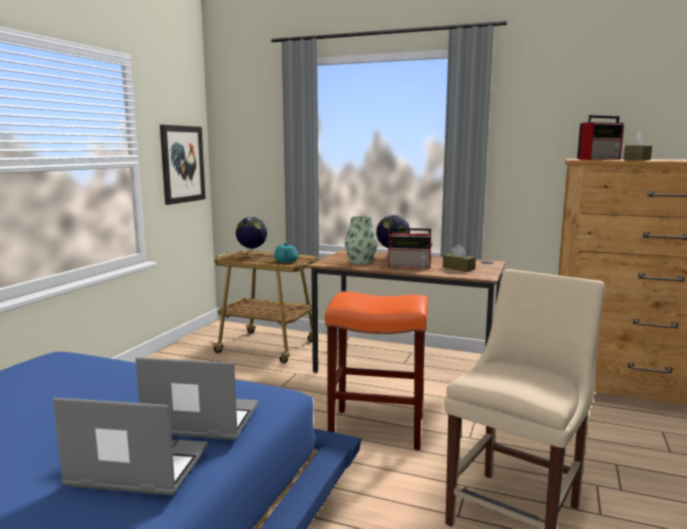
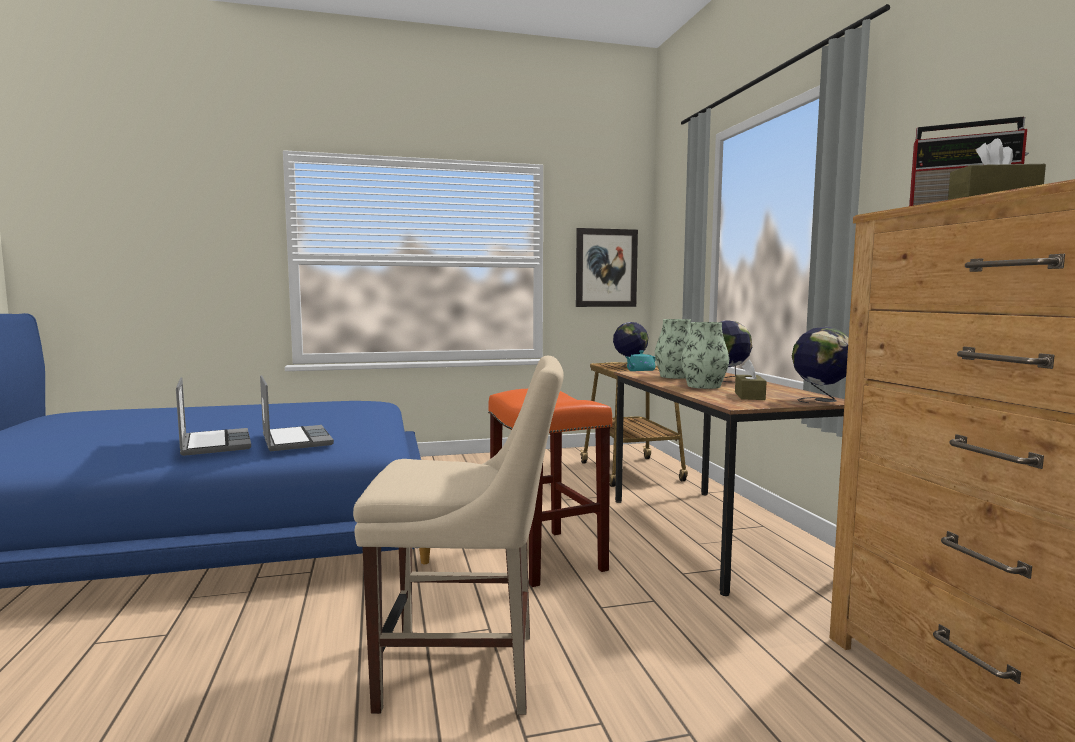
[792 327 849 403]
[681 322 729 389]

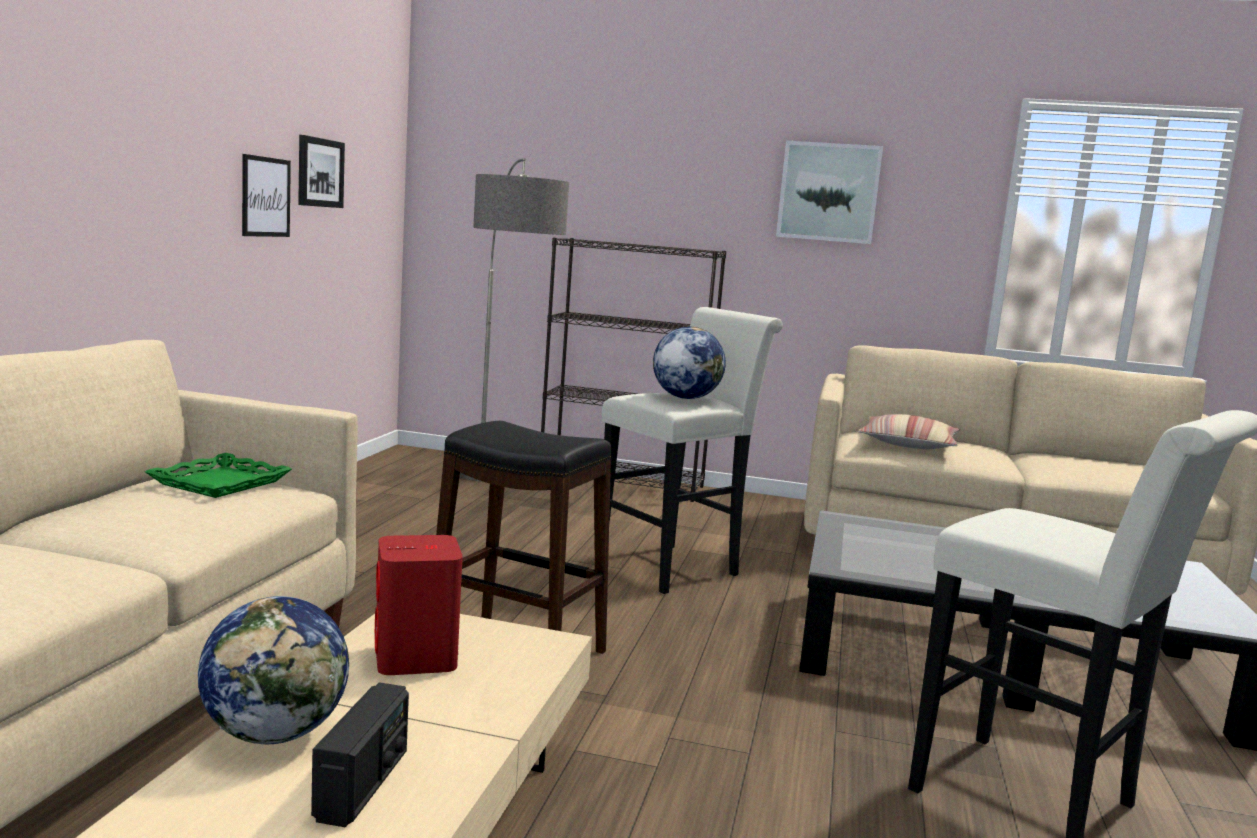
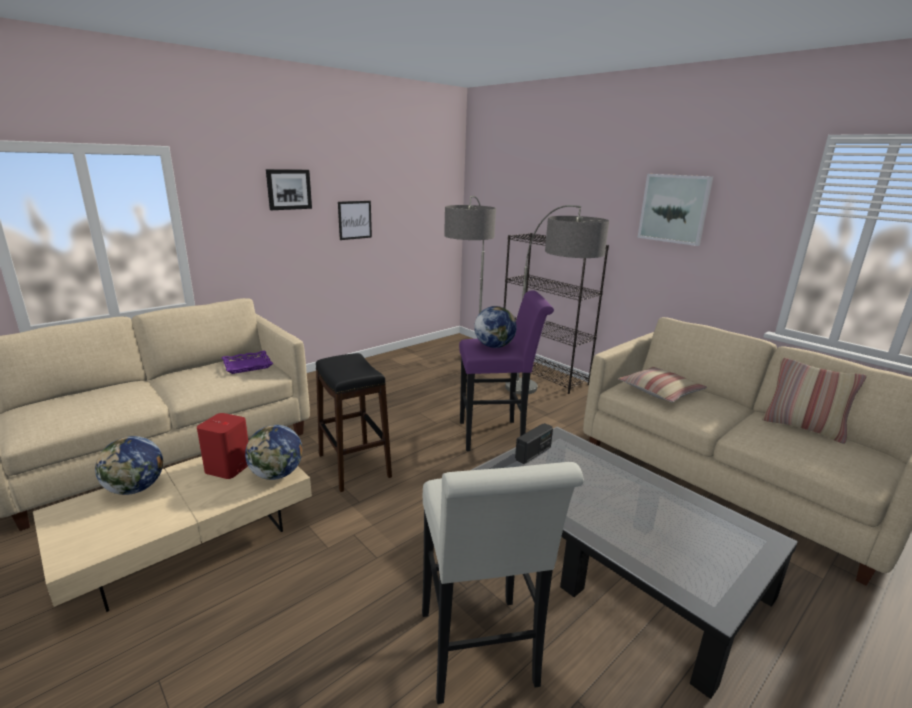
[245 425 302 480]
[505 205 609 394]
[762 357 867 444]
[266 169 312 210]
[515 423 553 464]
[221 351 273 374]
[459 290 554 451]

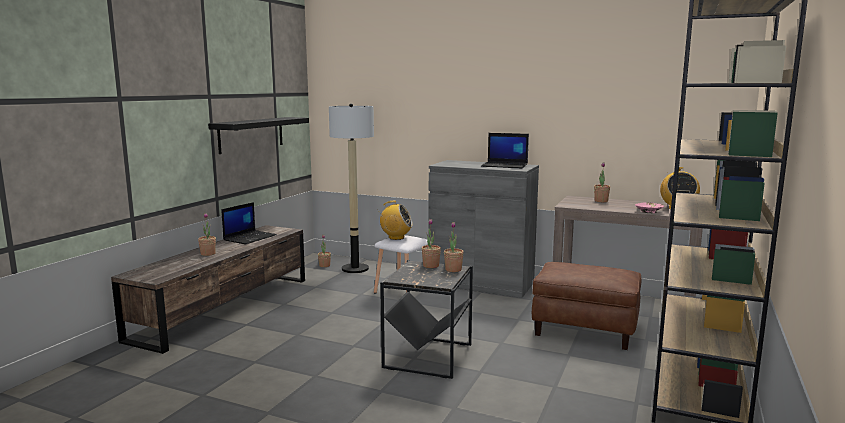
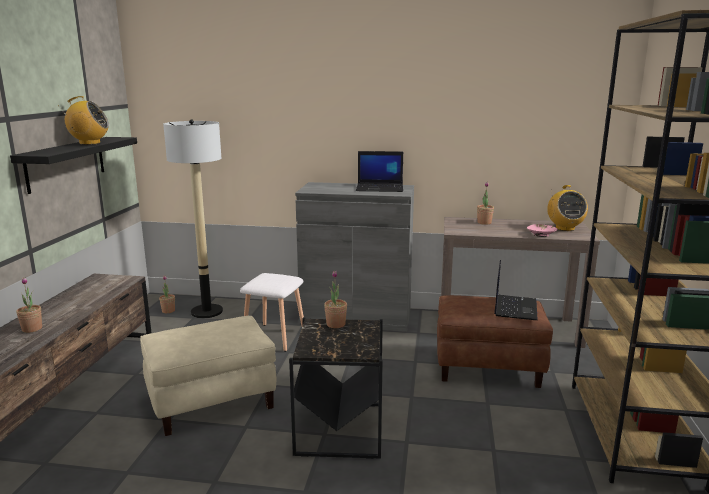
[444 222 464 272] (first image)
[140 316 276 436]
[494 260 538 320]
[58 96 109 145]

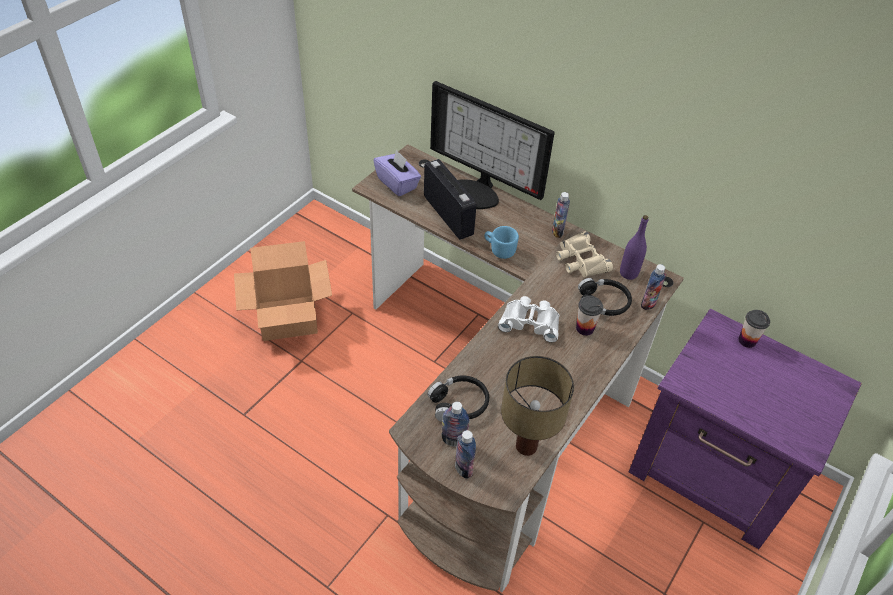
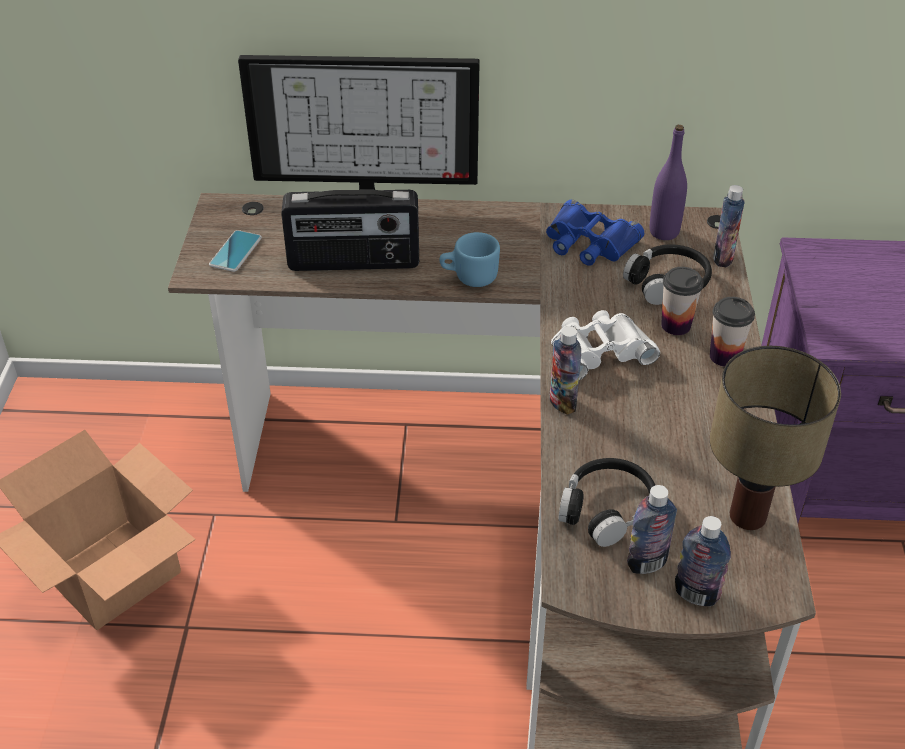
[549 326 581 415]
[710 297 755 367]
[209 230 262 272]
[546 200 644 266]
[281 190 419 271]

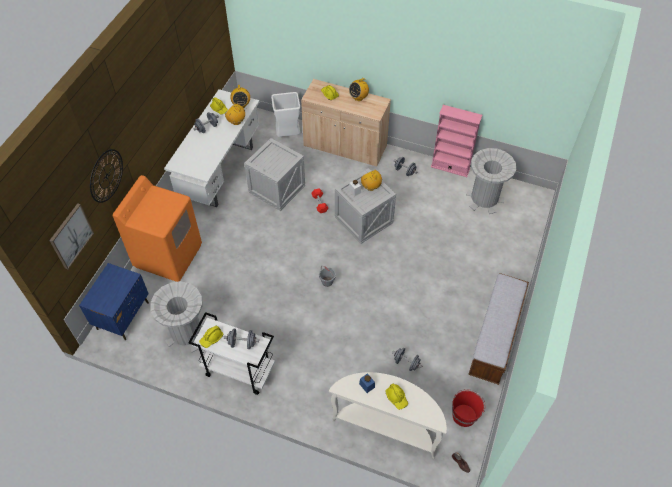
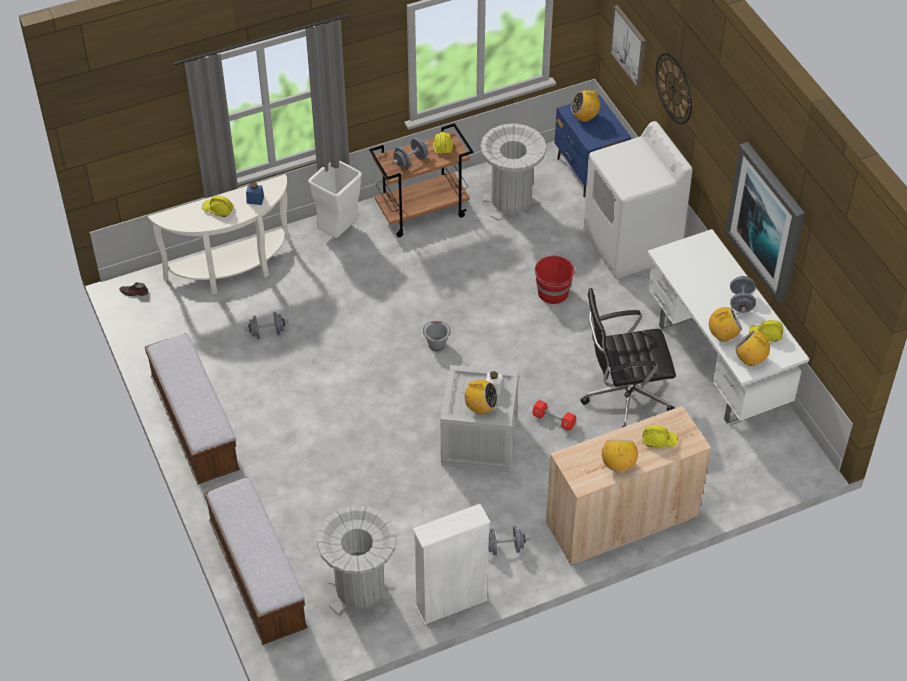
[204 477 308 645]
[571 90 600 122]
[725 142 805 303]
[308 160 362 238]
[535 256 576 304]
[580 288 676 427]
[583 121 693 279]
[369 123 473 237]
[413 504 490 625]

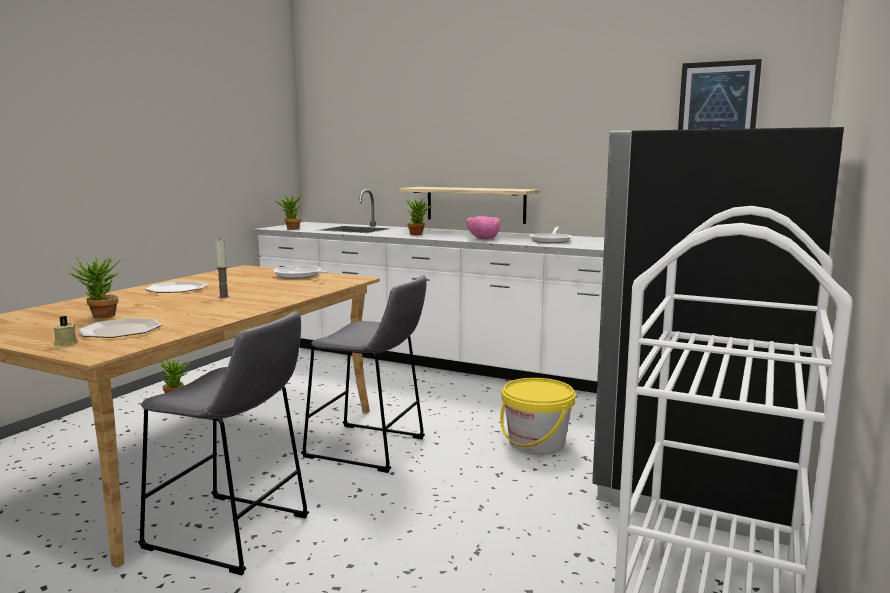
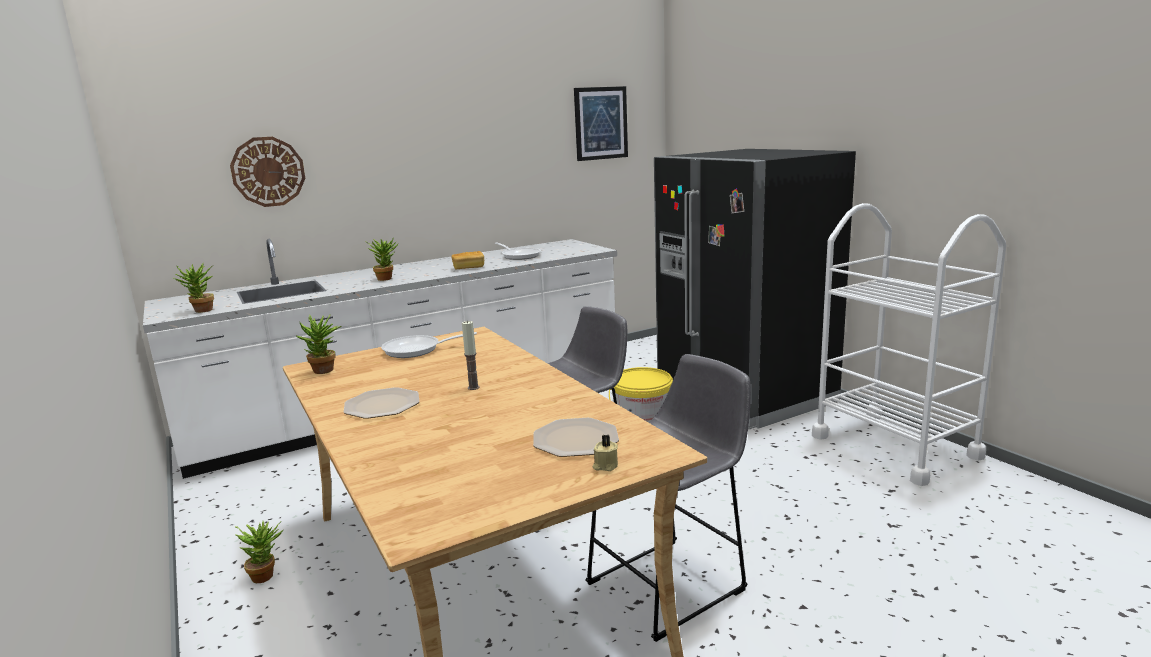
[399 187 539 224] (first image)
[230 137 305 207]
[295 314 342 374]
[451 251 484 269]

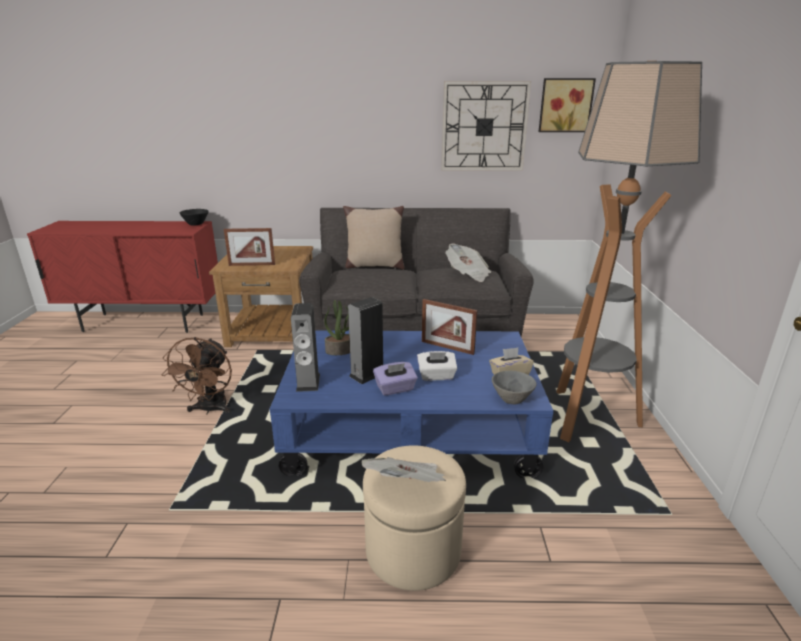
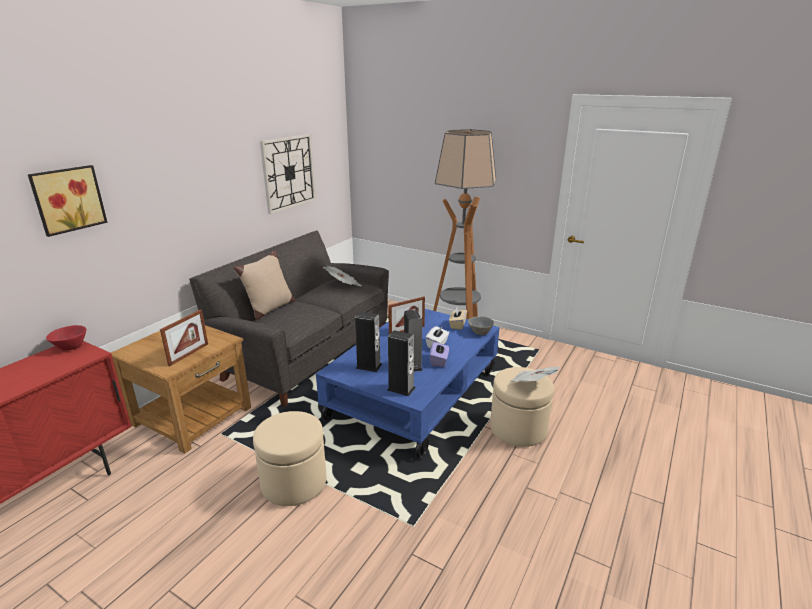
[28 165 108 237]
[253 411 327 506]
[355 312 382 372]
[46 325 86 350]

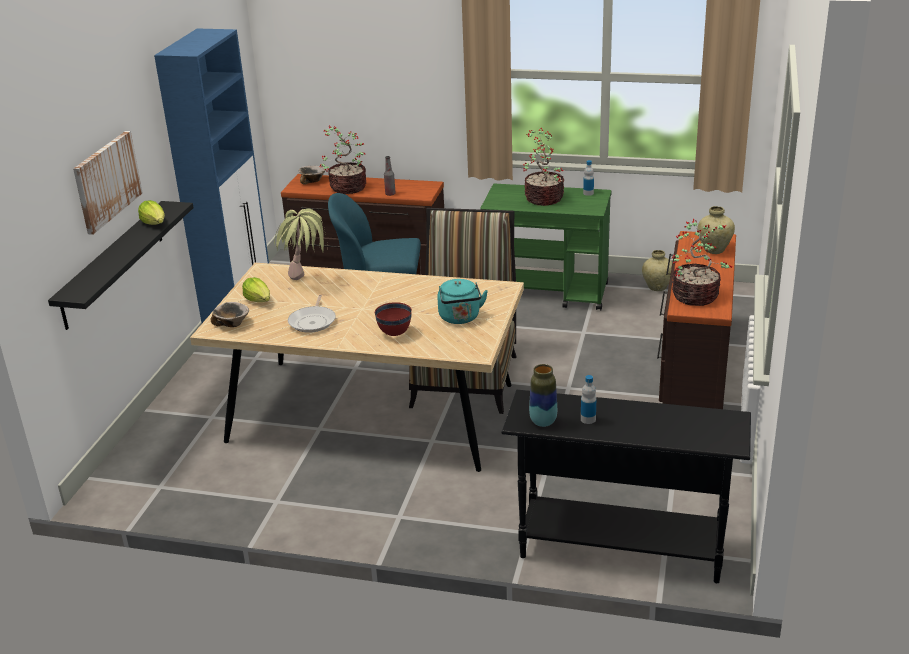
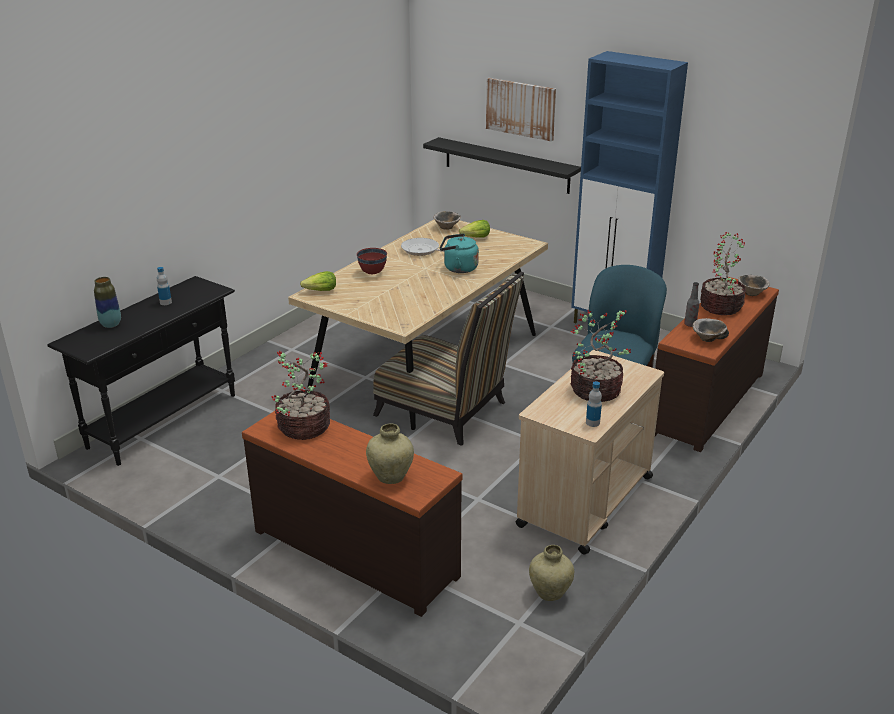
[274 208 328 280] (first image)
[693 318 729 342]
[300 271 336 291]
[440 234 479 273]
[94 277 121 328]
[515 350 664 554]

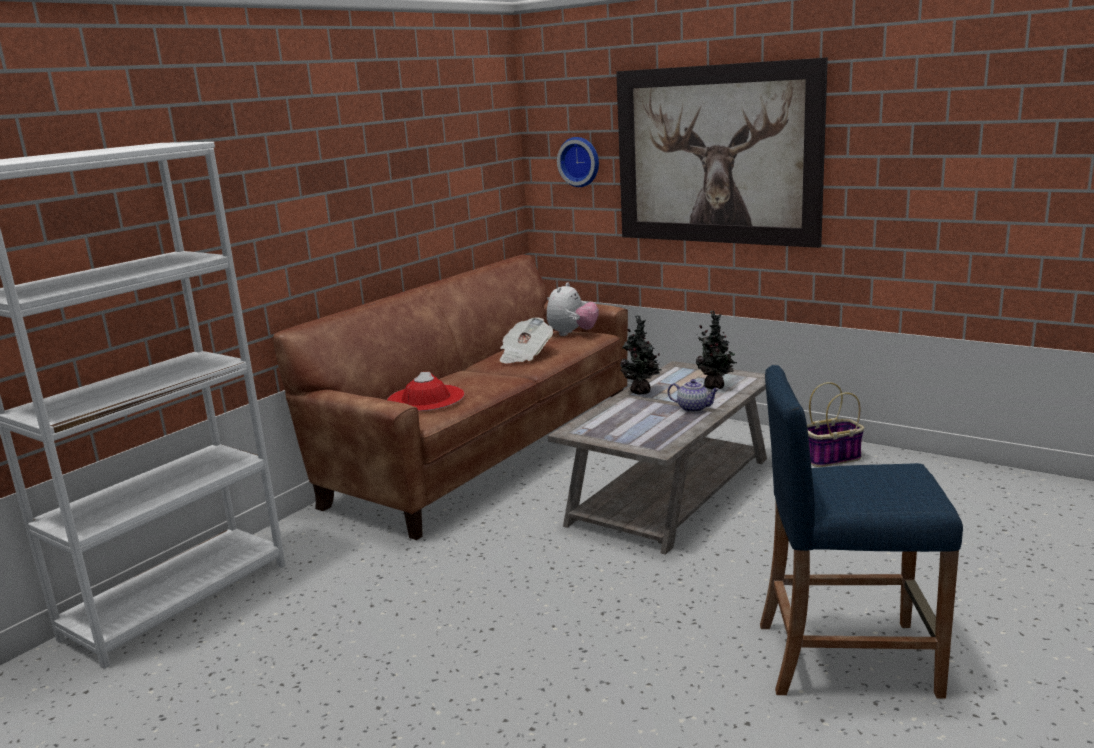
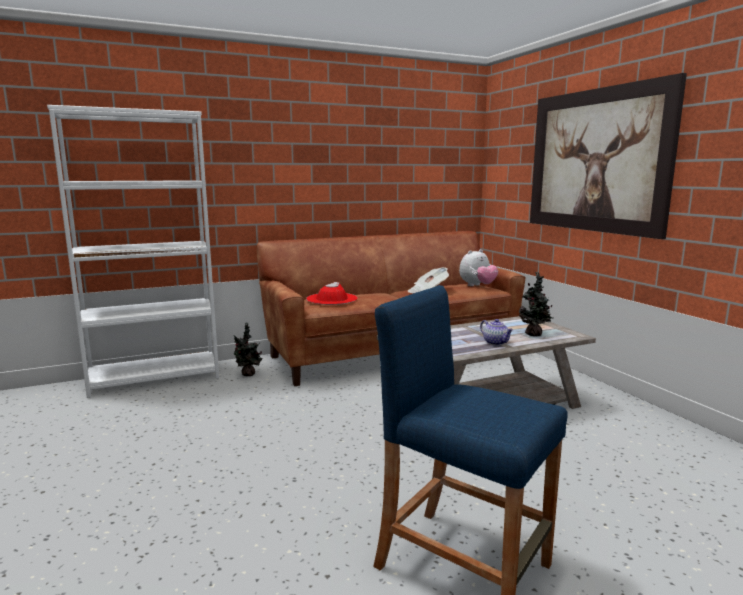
[557 137 599 187] (first image)
[807 382 864 467] (first image)
[233 322 263 376]

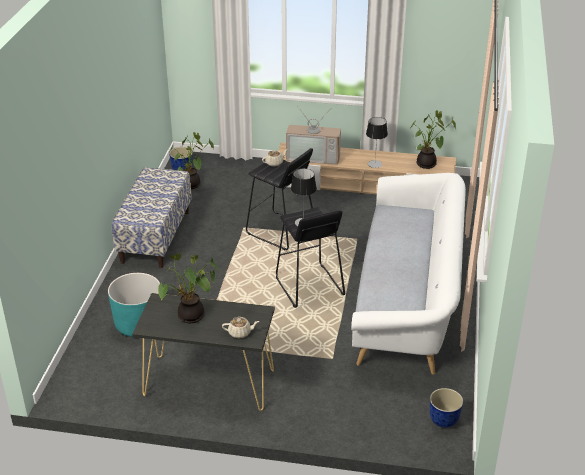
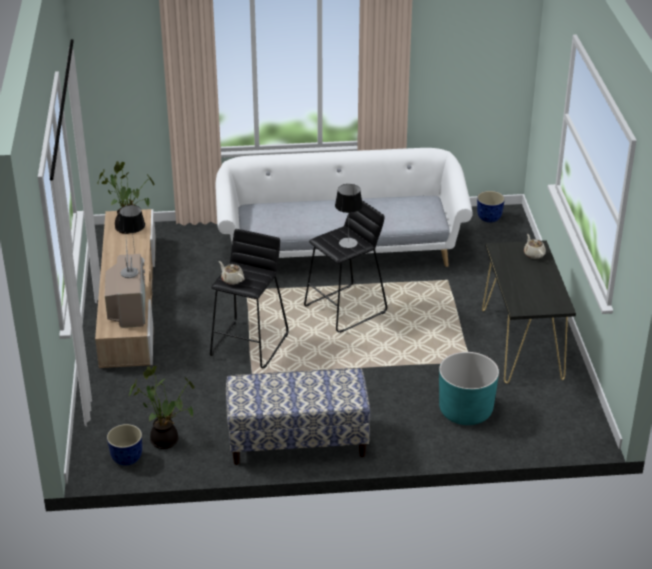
[158 253 219 323] (first image)

